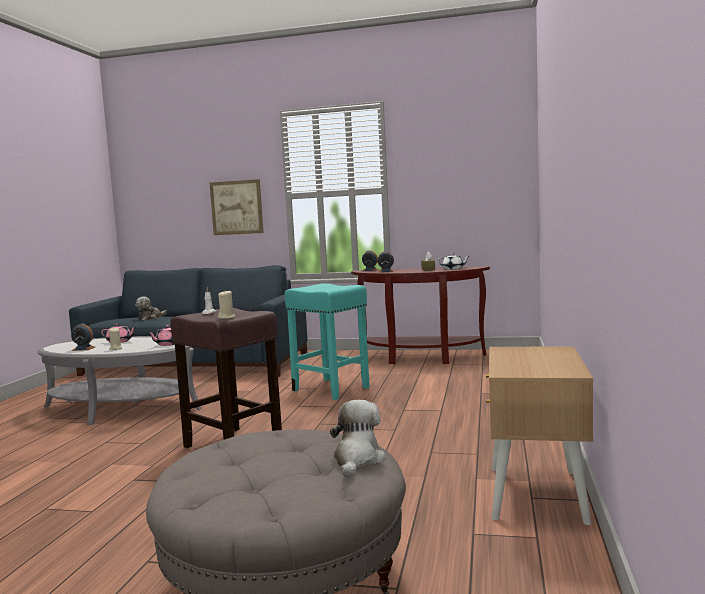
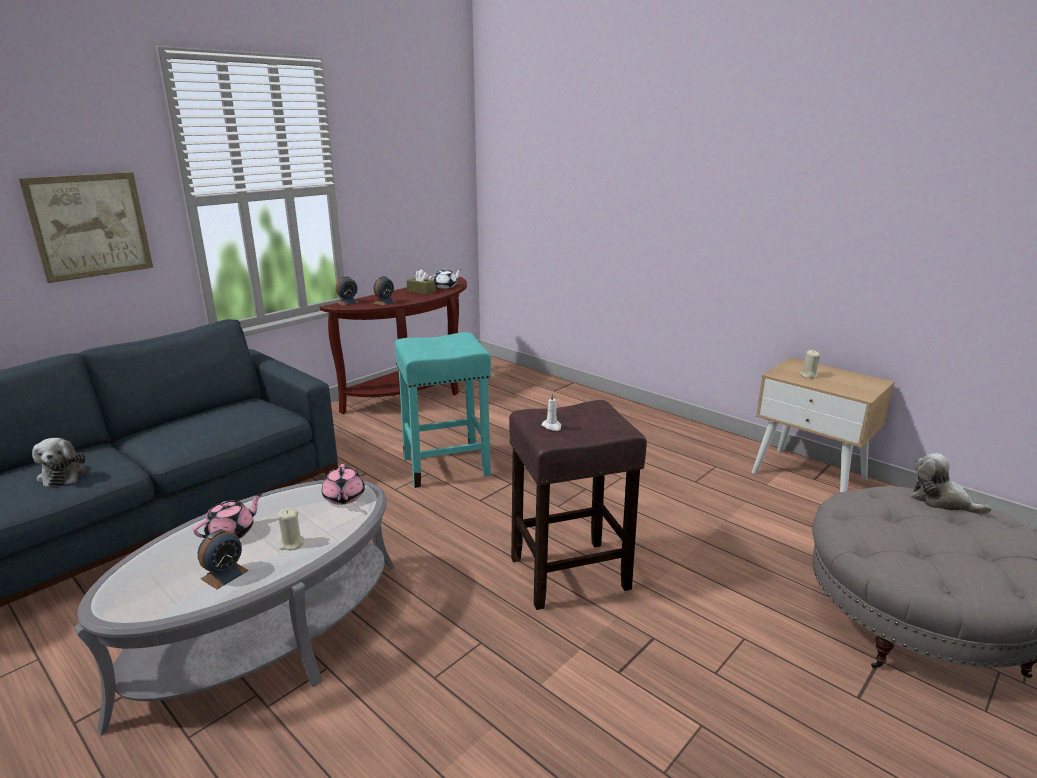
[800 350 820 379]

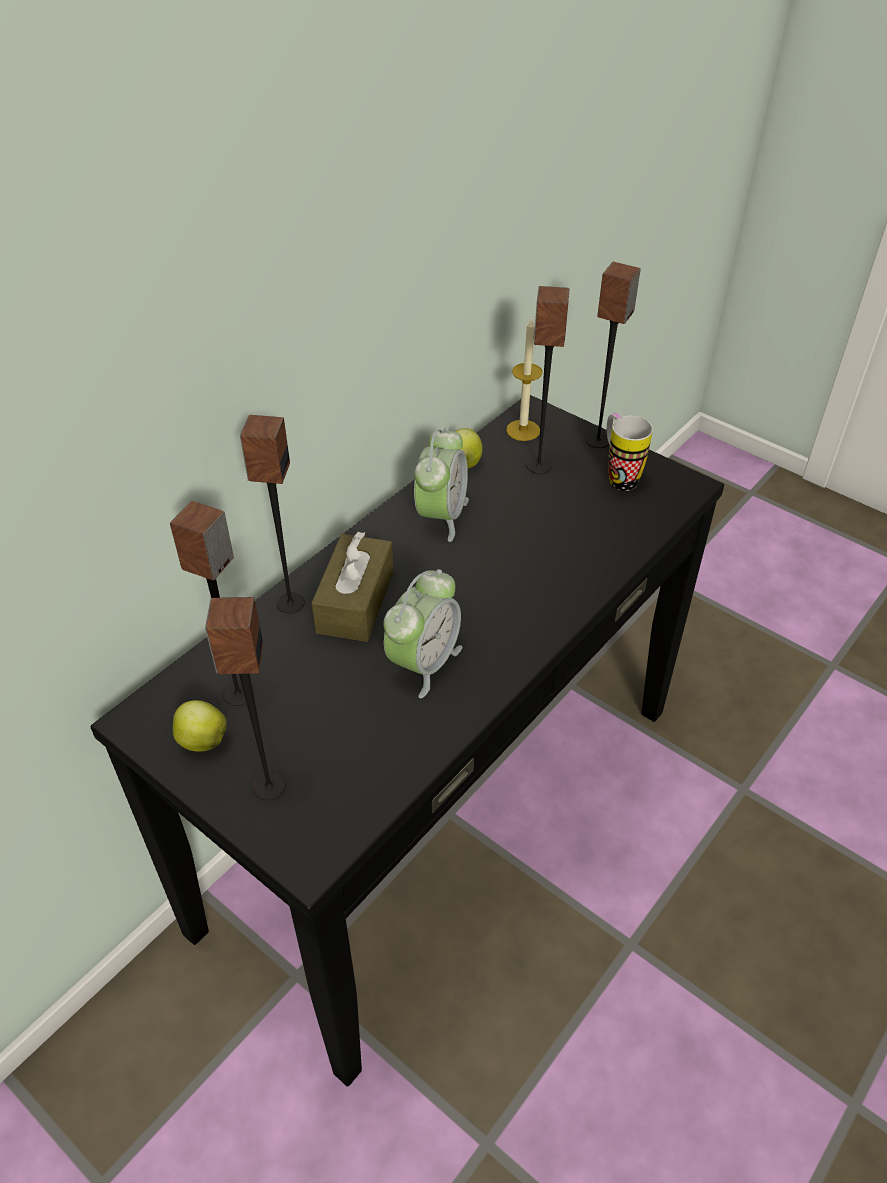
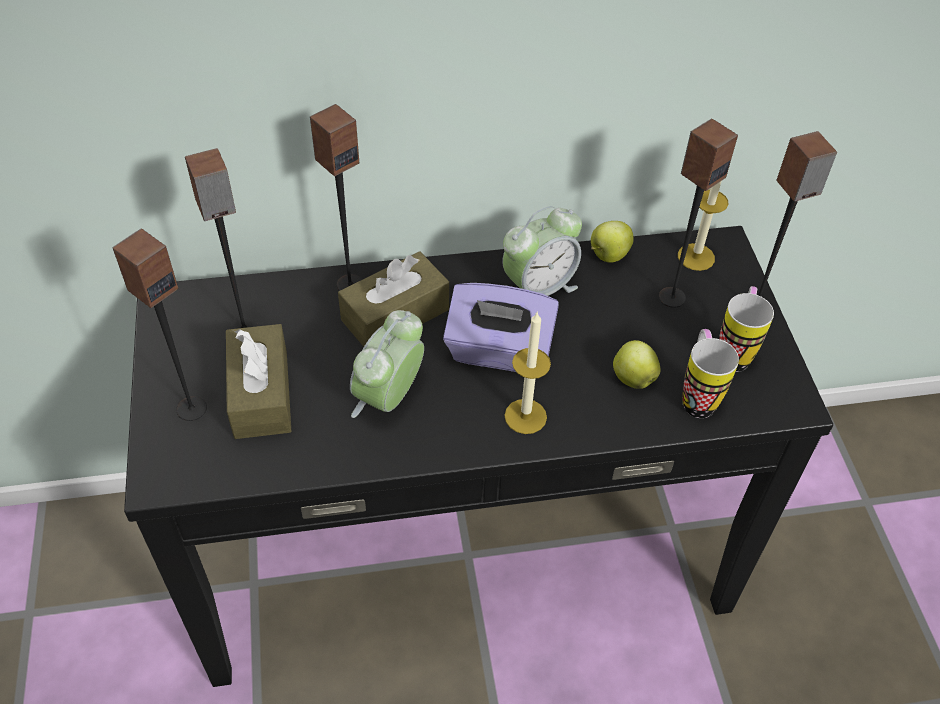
[226 324 291 439]
[443 283 559 372]
[504 311 551 434]
[683 329 739 418]
[613 340 661 389]
[350 310 424 418]

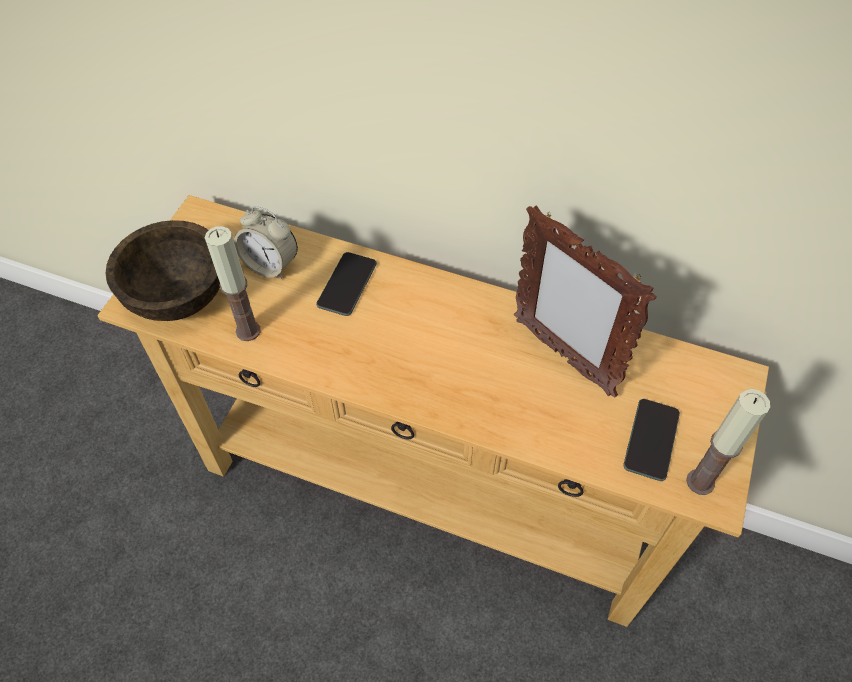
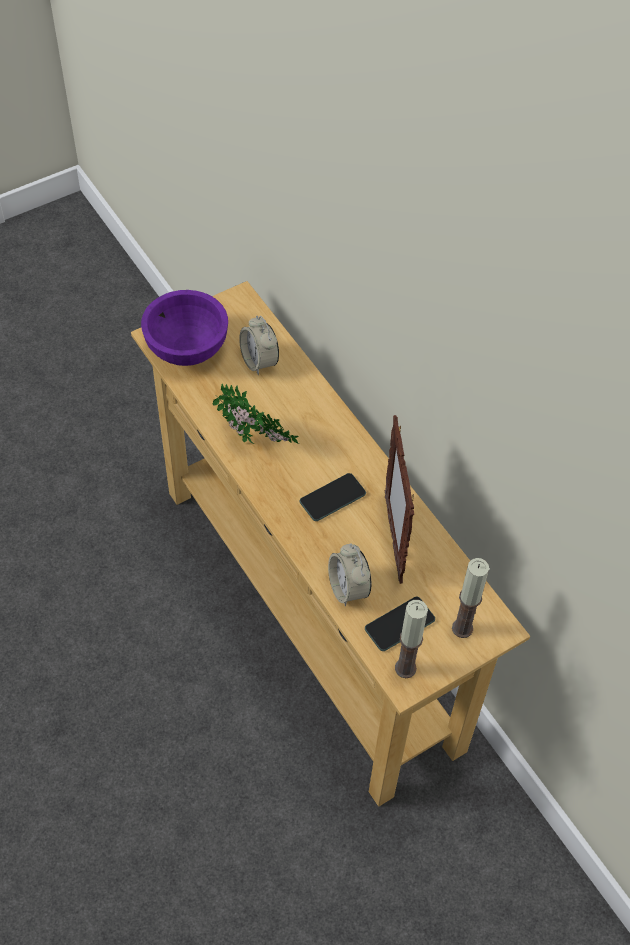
[212 384 299 444]
[328 543 371 606]
[452 558 489 638]
[299 473 366 521]
[141 290 228 366]

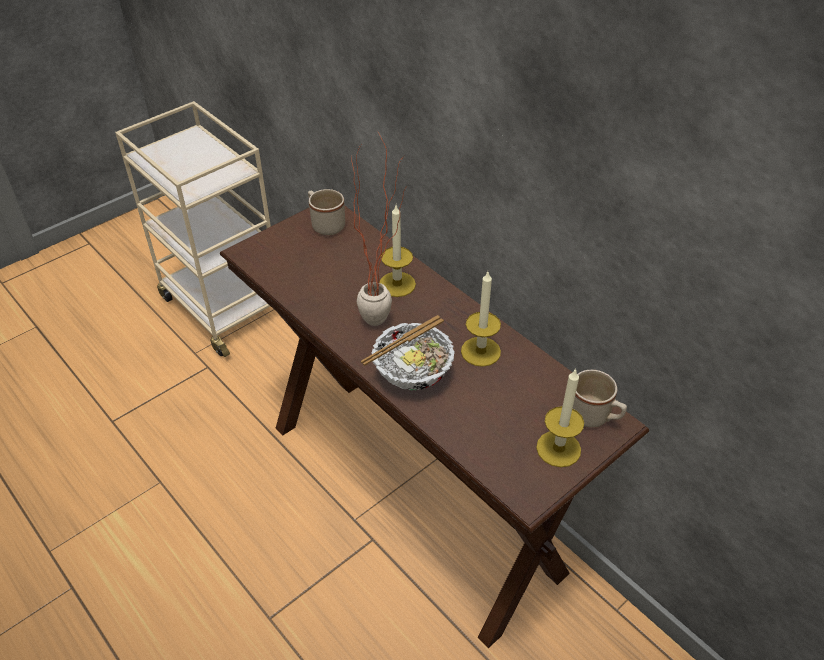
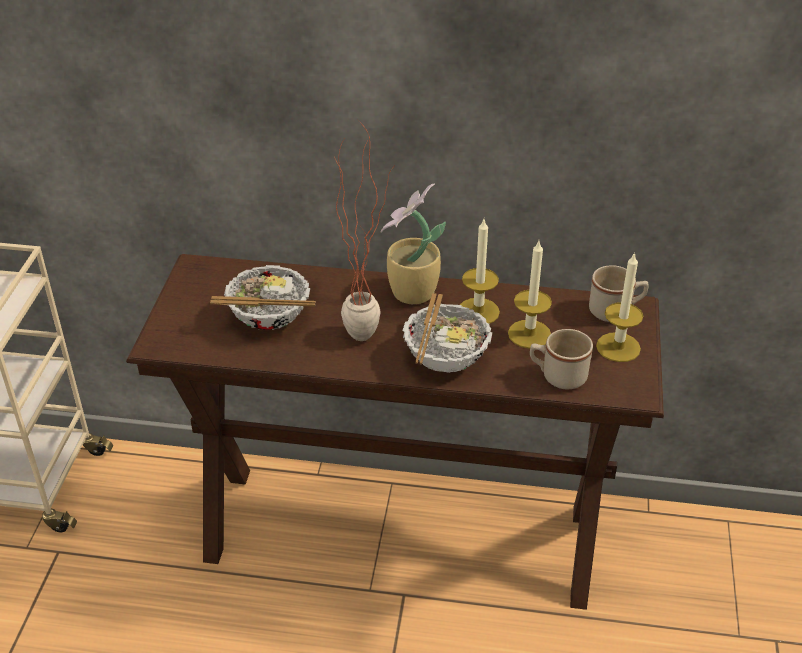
[210 265 316 330]
[381 183 446 304]
[530 329 593 389]
[508 241 552 349]

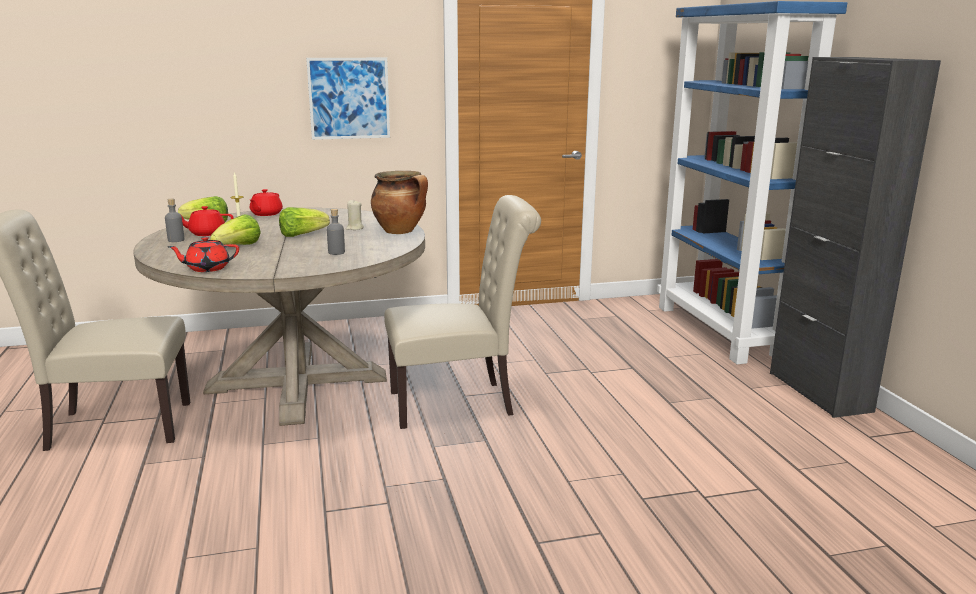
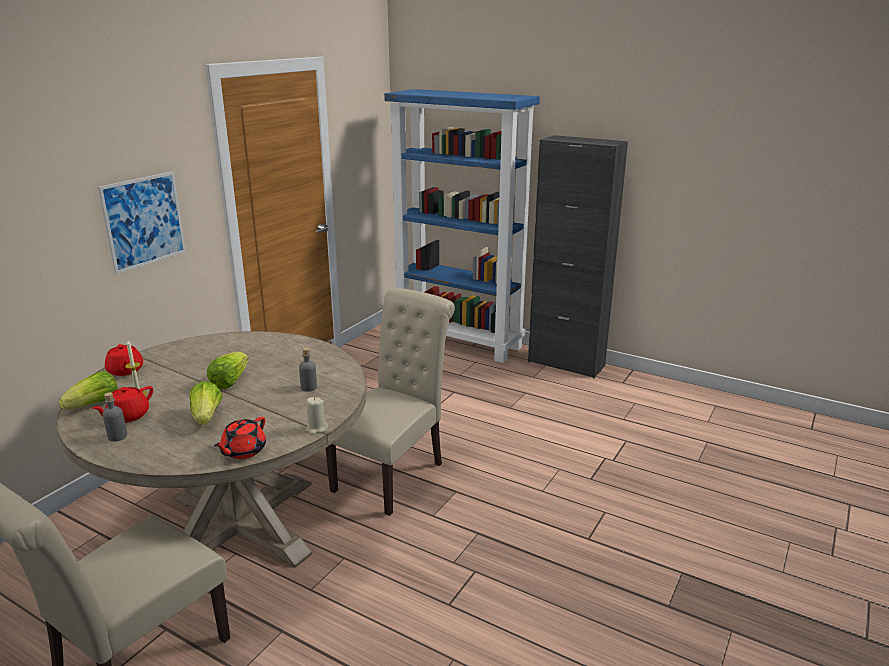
[371 171 428 234] (first image)
[306 397 328 435]

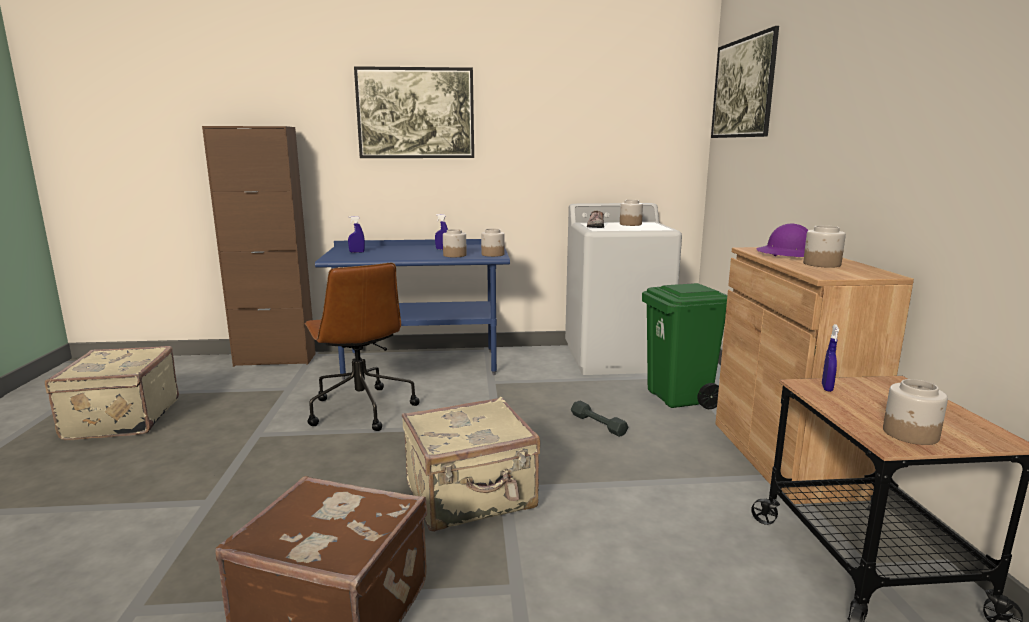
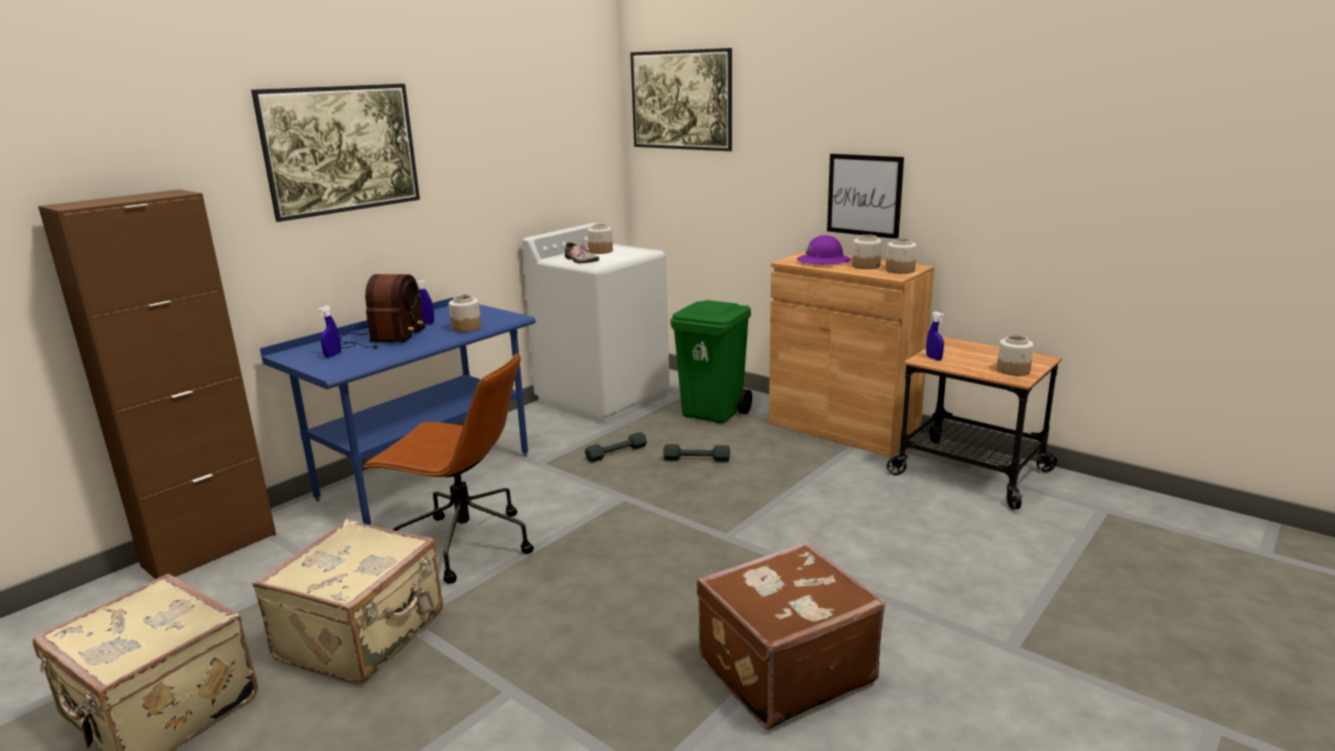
[340 274 426 349]
[585 432 647 463]
[827 154 904 239]
[253 519 443 685]
[886 238 917 274]

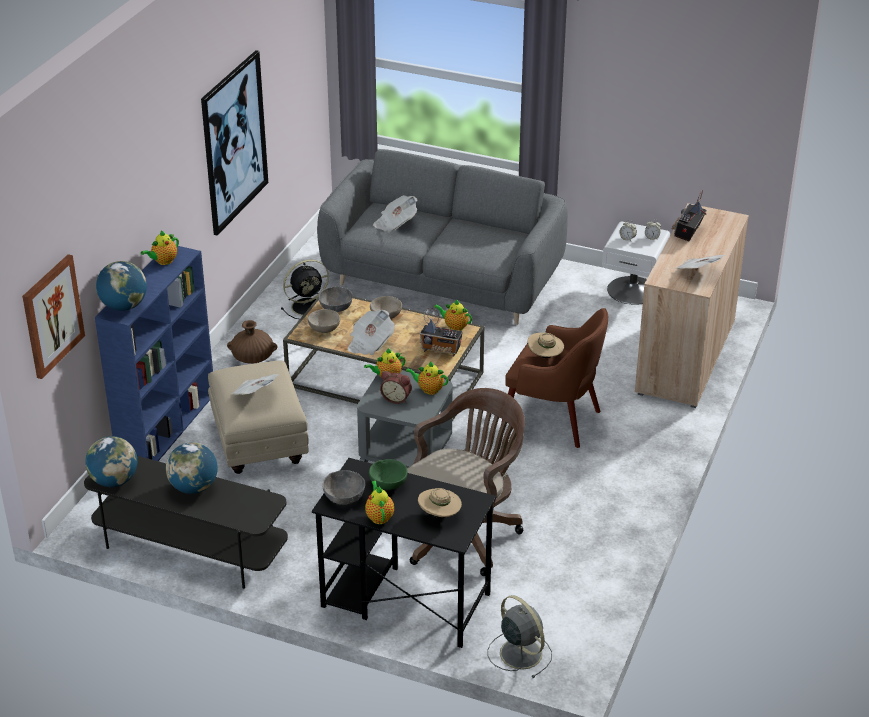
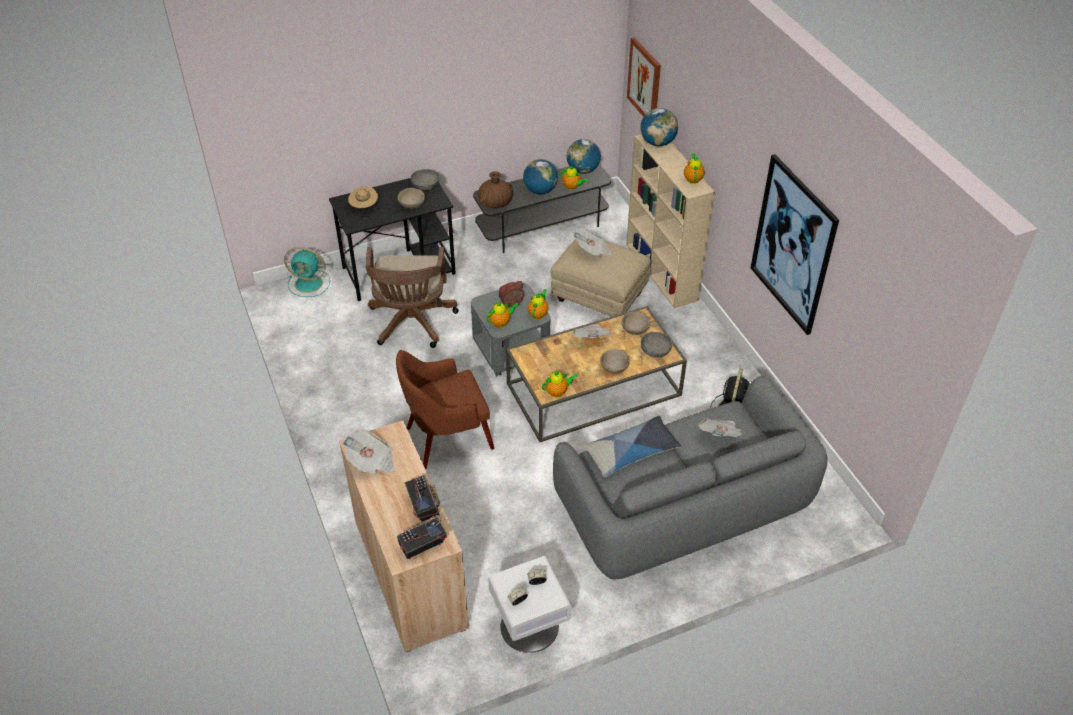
[528 333 564 358] (first image)
[583 416 681 477]
[478 171 513 208]
[560 166 589 190]
[397 515 447 559]
[626 134 715 308]
[398 188 425 209]
[284 247 330 297]

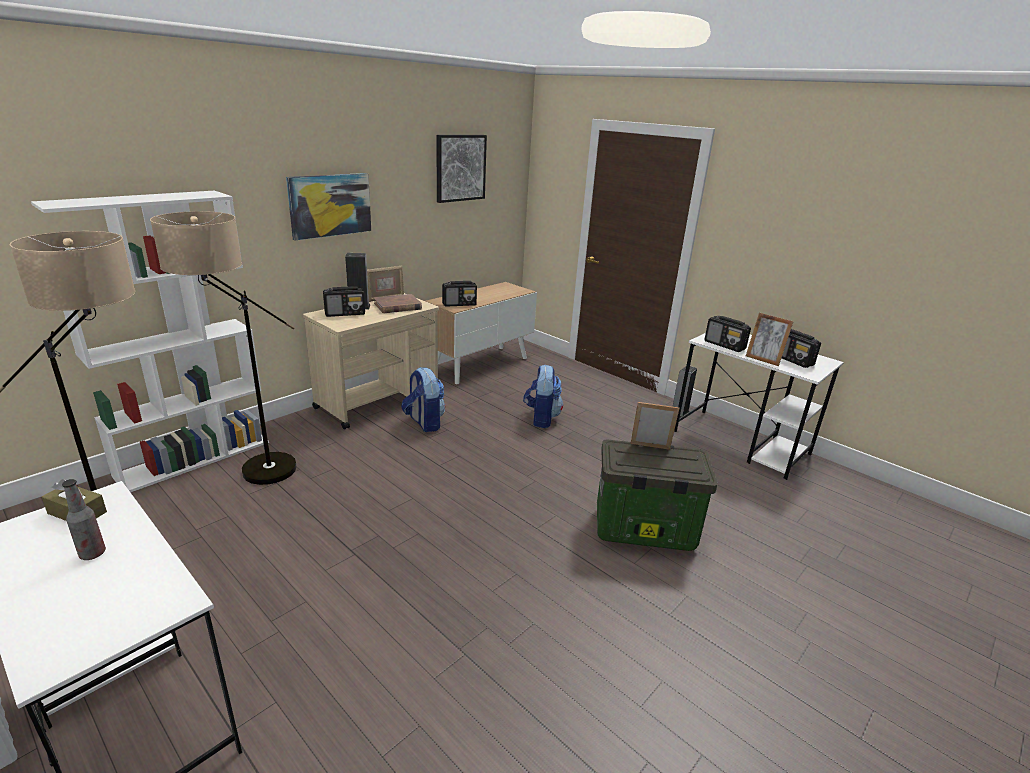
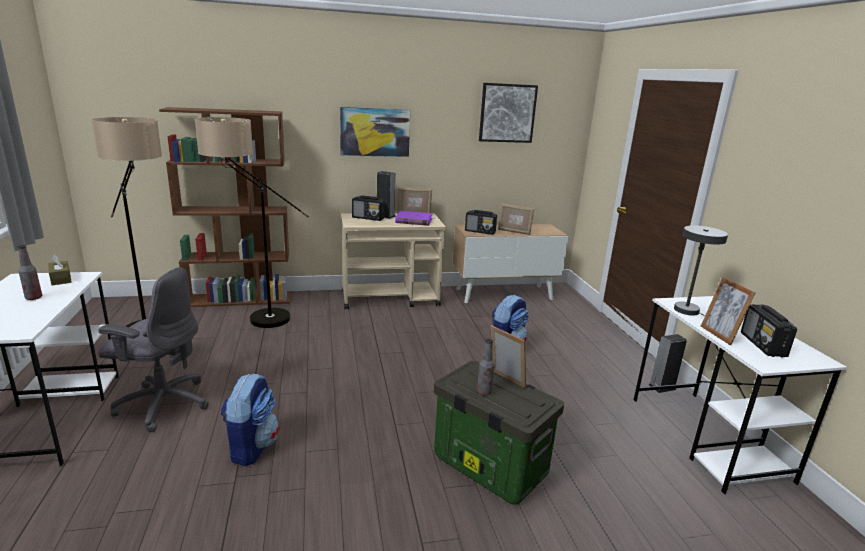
[98 267 209 433]
[477 339 495 395]
[498 204 534 235]
[221 373 279 466]
[674 225 728 316]
[159 107 291 307]
[395 211 433 226]

